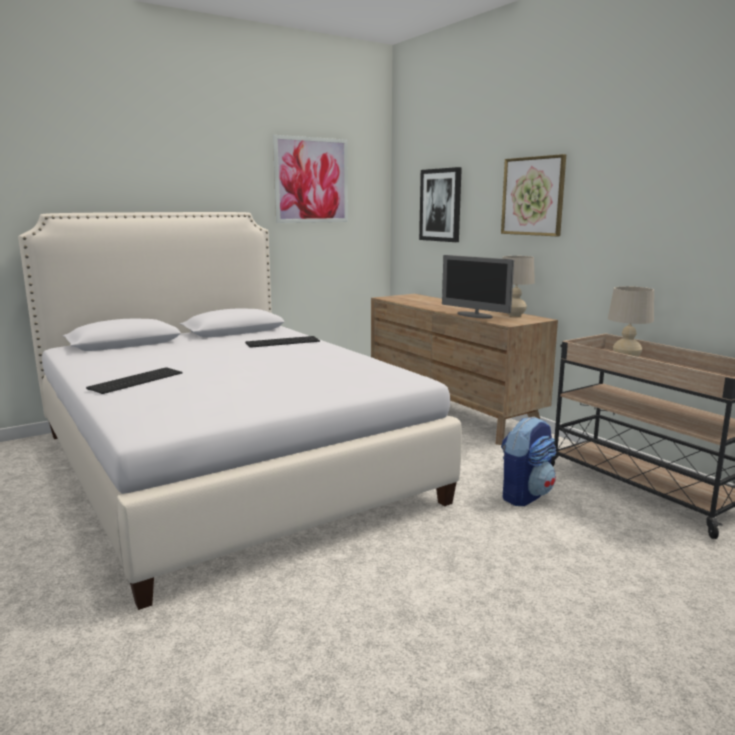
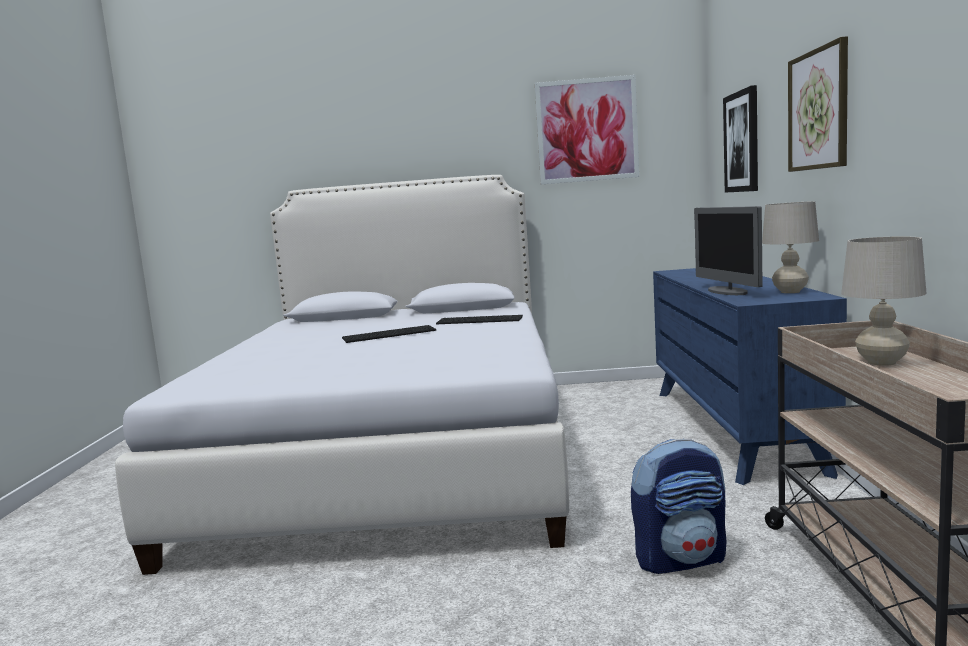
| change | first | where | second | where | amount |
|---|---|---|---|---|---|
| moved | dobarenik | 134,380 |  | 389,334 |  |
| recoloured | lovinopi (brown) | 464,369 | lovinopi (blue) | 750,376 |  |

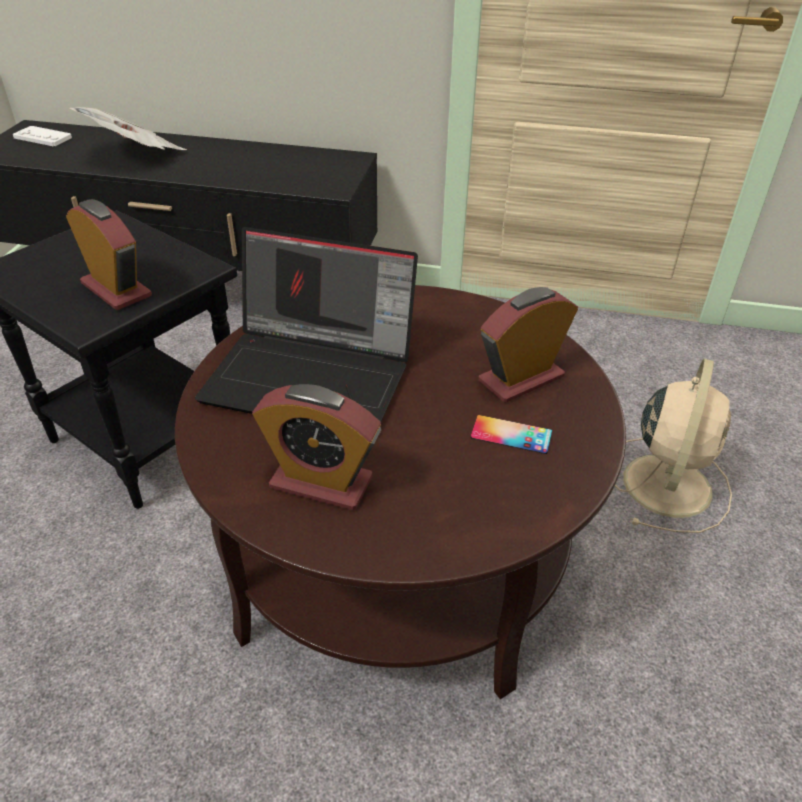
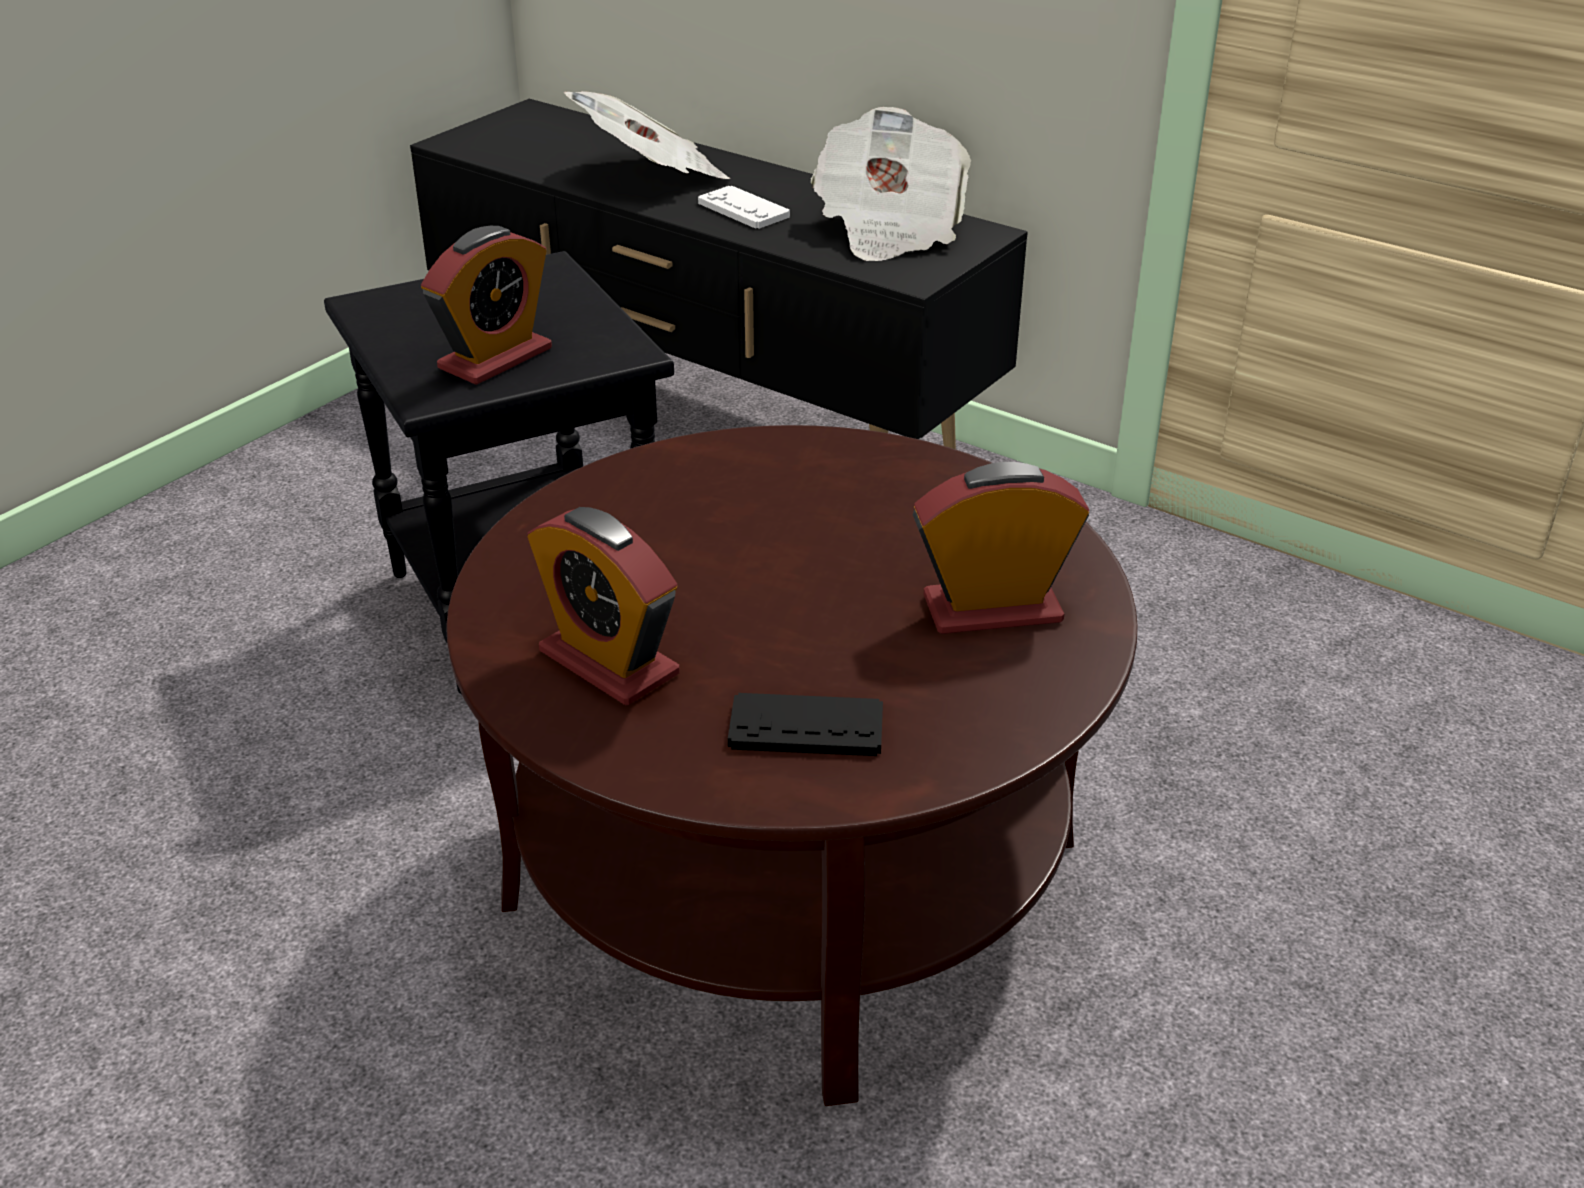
| change | first | where | second | where | amount |
|---|---|---|---|---|---|
| turned | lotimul | 109,254 |  | 486,305 | 60 degrees clockwise |
| moved | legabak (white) | 42,136 |  | 744,207 |  |
| added |  |  | legabak (black) | 805,724 |  |
| added |  |  | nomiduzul | 890,184 |  |
| removed | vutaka | 306,324 |  |  |  |
| removed | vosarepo | 511,434 |  |  |  |
| removed | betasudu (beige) | 673,445 |  |  |  |

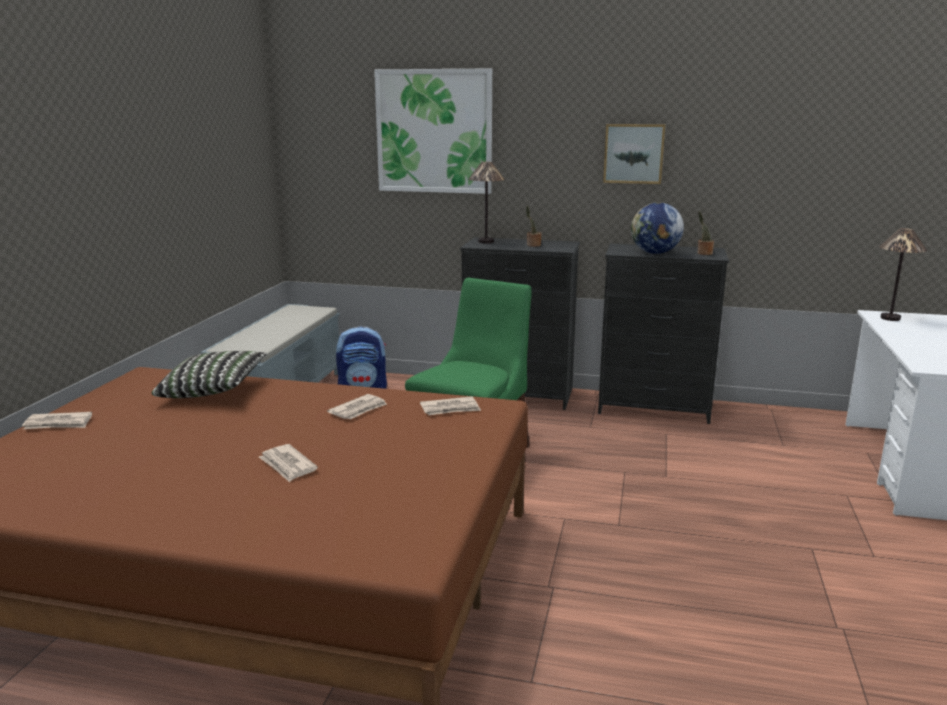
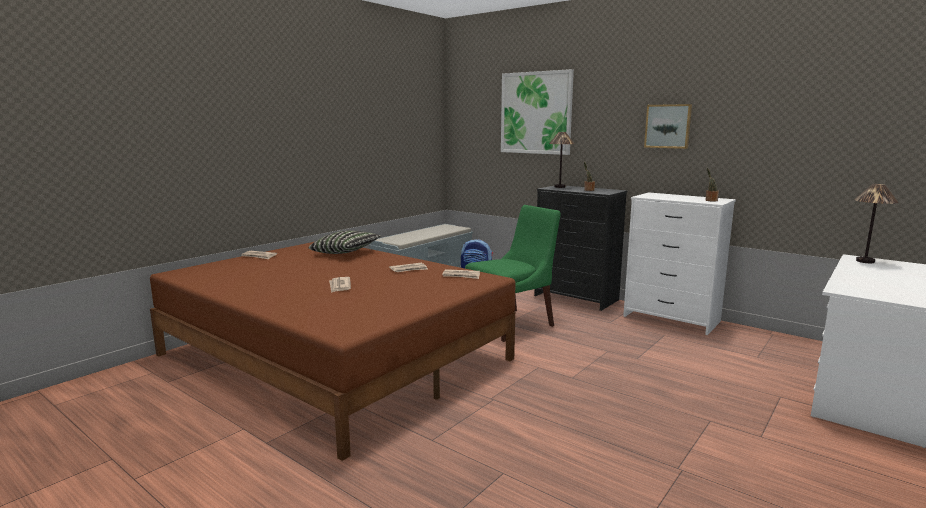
| change | first | where | second | where | amount |
|---|---|---|---|---|---|
| recoloured | lovinopi (black) | 663,333 | lovinopi (white) | 679,263 |  |
| removed | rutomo | 657,228 |  |  |  |

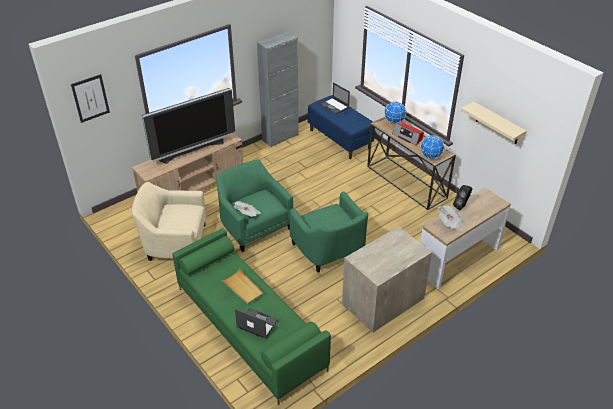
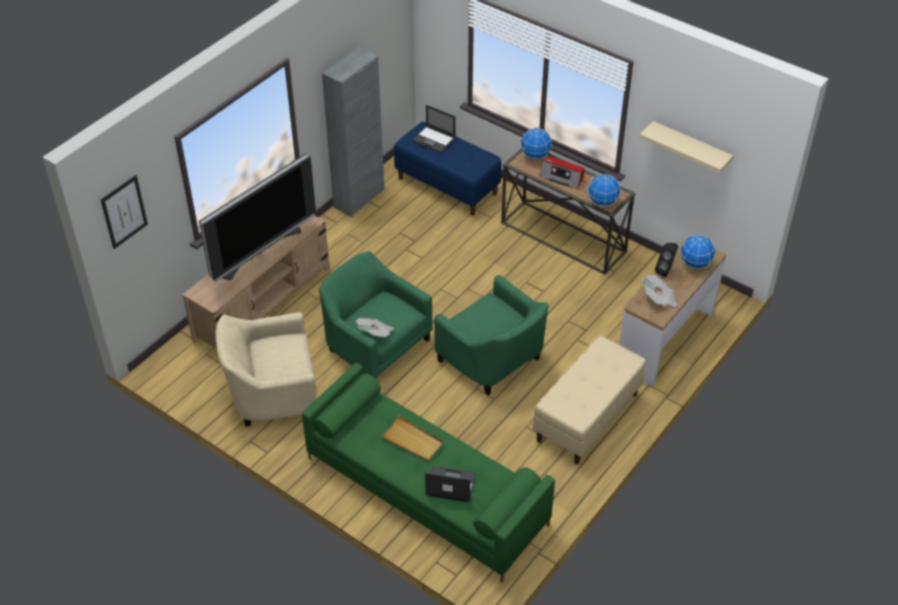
| change | first | where | second | where | amount |
|---|---|---|---|---|---|
| replaced | lovinopi | 387,279 | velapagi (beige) | 589,400 |  |
| added |  |  | rutomo | 698,252 |  |

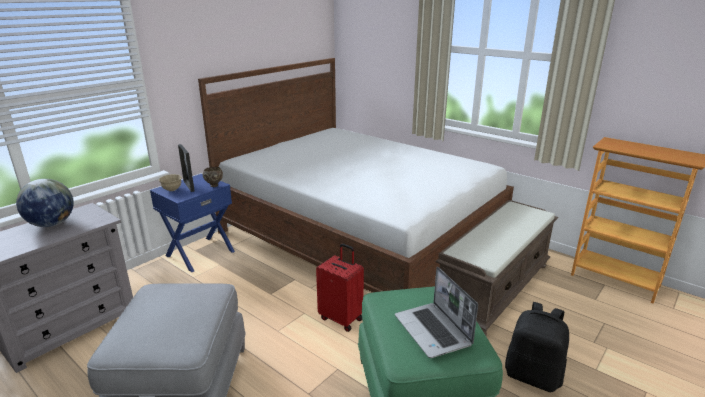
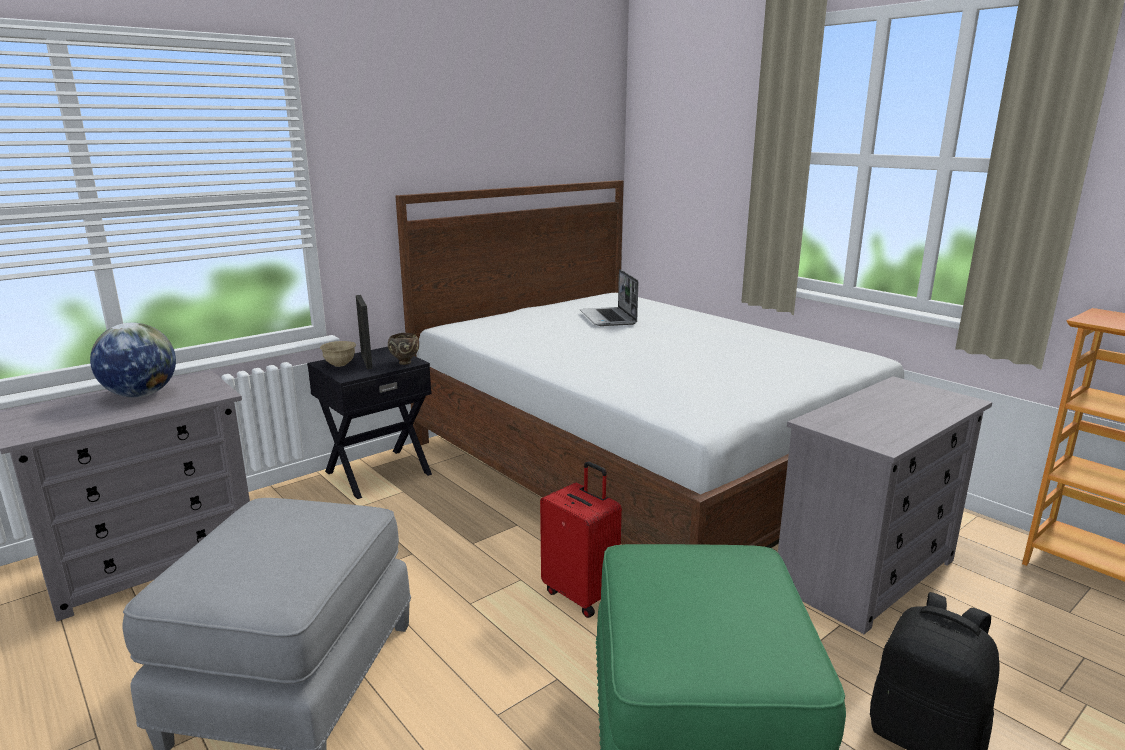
| change | first | where | second | where | amount |
|---|---|---|---|---|---|
| recoloured | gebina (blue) | 192,223 | gebina (black) | 369,423 |  |
| moved | vutaka | 436,312 |  | 609,297 |  |
| replaced | velapagi (brown) | 496,268 | lovinopi (grey) | 885,505 |  |

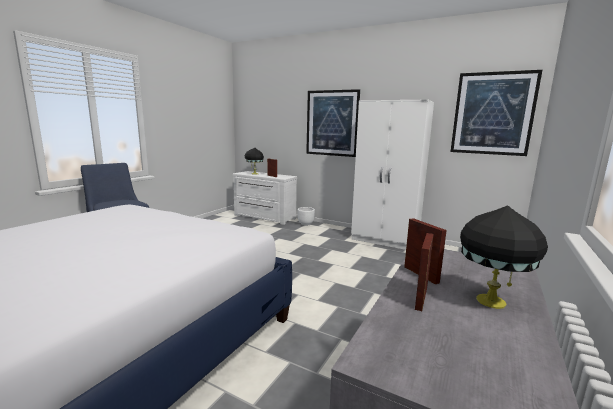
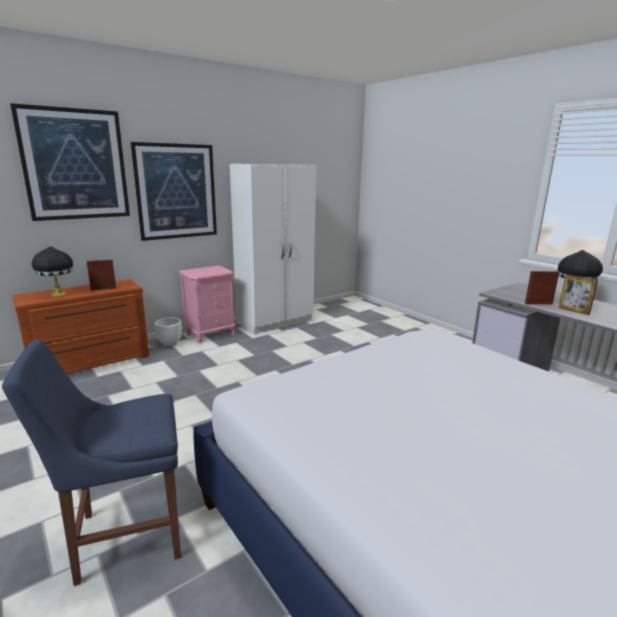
| change | first | where | second | where | amount |
|---|---|---|---|---|---|
| moved | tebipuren | 496,113 |  | 70,162 |  |
| recoloured | lovinopi (white) | 265,198 | lovinopi (brown) | 80,326 |  |
| added |  |  | gebina (pink) | 207,304 |  |

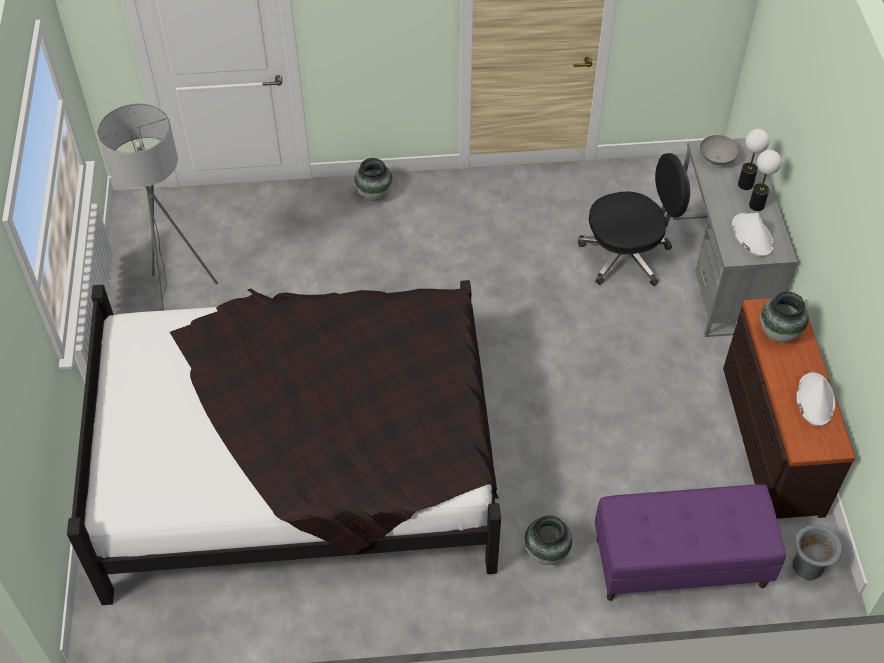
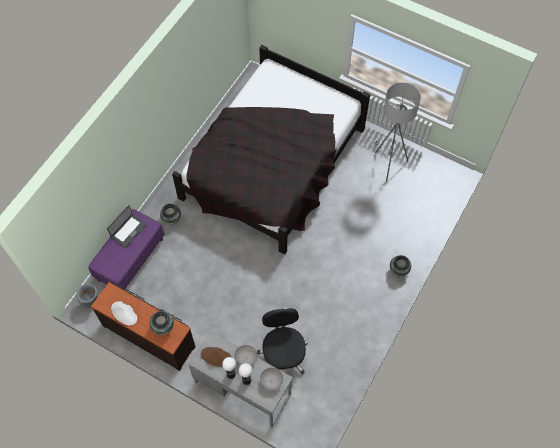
| change | first | where | second | where | amount |
|---|---|---|---|---|---|
| added |  |  | vutaka | 127,226 |  |
| recoloured | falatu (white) | 753,234 | falatu (brown) | 216,357 |  |
| added |  |  | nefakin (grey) | 246,355 |  |
| turned | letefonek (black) | 634,219 |  | 282,341 | 150 degrees clockwise |

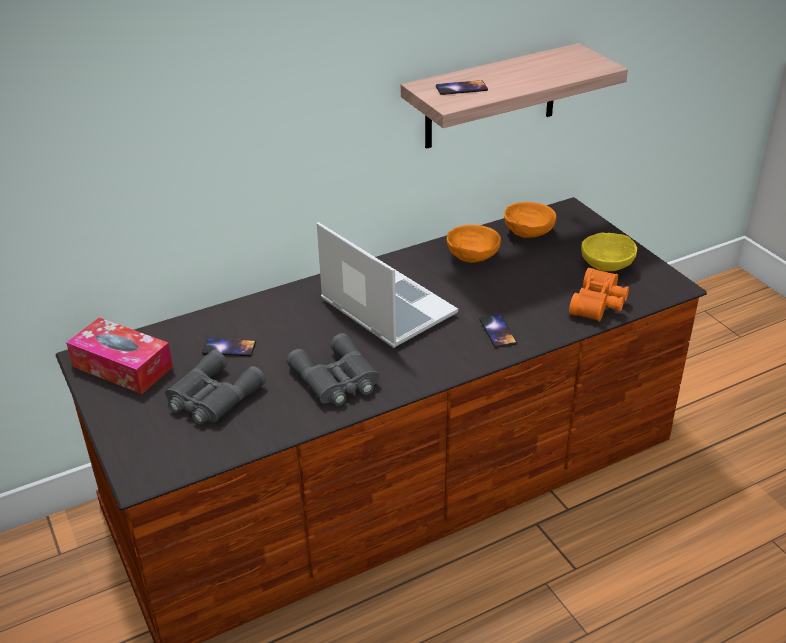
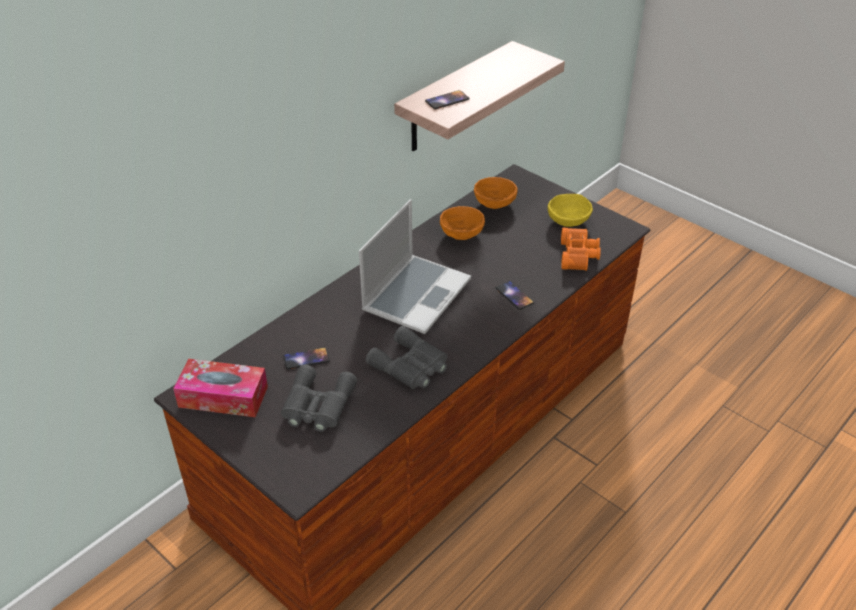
| change | first | where | second | where | amount |
|---|---|---|---|---|---|
| turned | vutaka | 387,285 |  | 415,266 | 90 degrees clockwise |

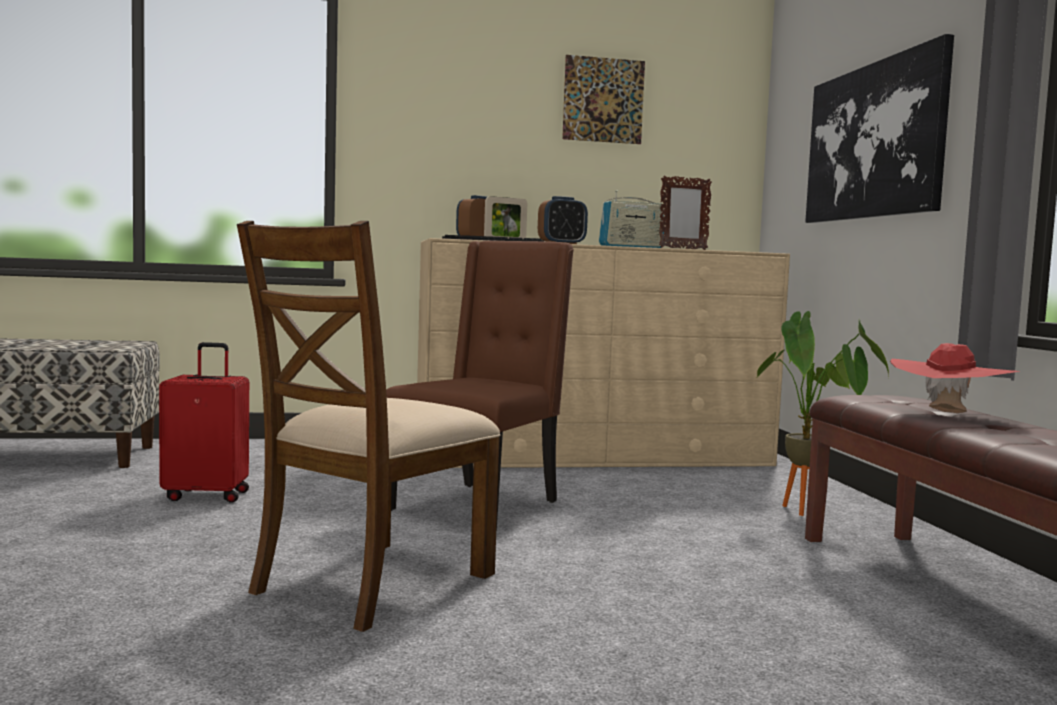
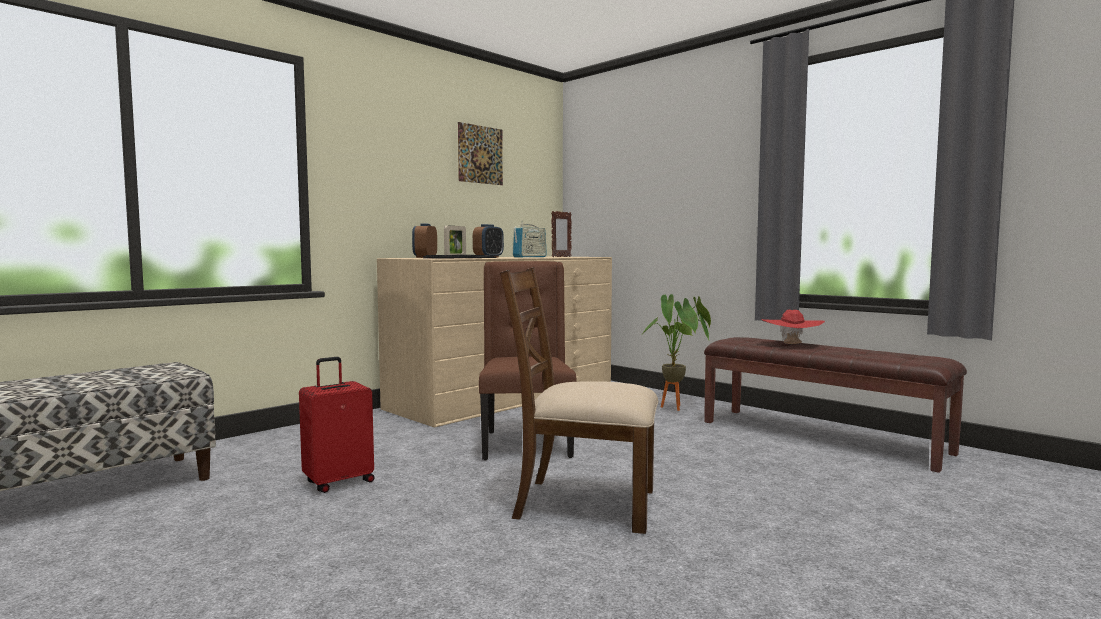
| change | first | where | second | where | amount |
|---|---|---|---|---|---|
| turned | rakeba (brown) | 368,426 |  | 579,400 | 105 degrees clockwise |
| removed | tebipuren | 879,128 |  |  |  |

